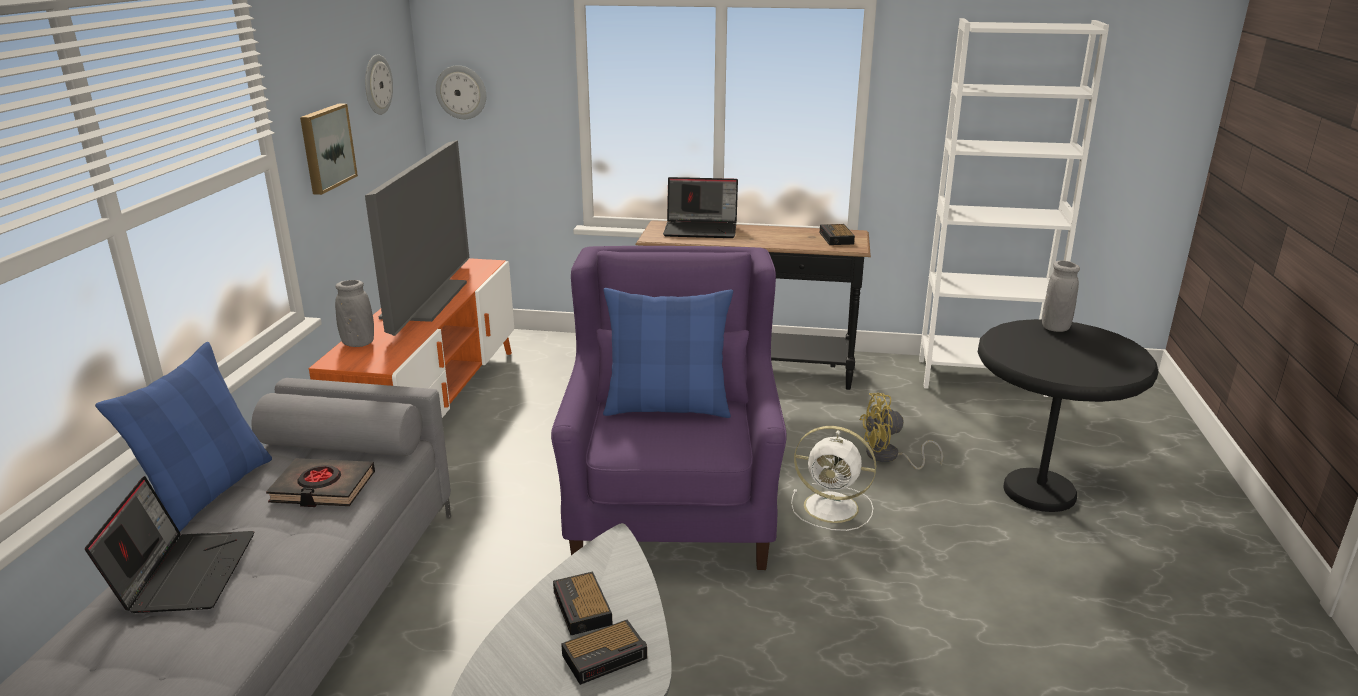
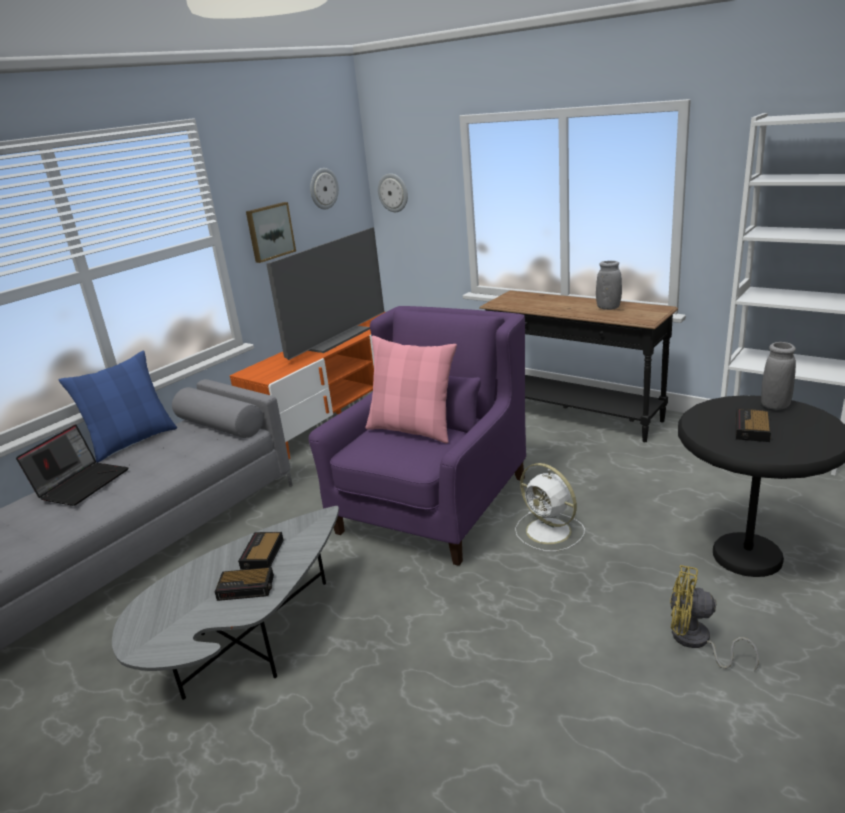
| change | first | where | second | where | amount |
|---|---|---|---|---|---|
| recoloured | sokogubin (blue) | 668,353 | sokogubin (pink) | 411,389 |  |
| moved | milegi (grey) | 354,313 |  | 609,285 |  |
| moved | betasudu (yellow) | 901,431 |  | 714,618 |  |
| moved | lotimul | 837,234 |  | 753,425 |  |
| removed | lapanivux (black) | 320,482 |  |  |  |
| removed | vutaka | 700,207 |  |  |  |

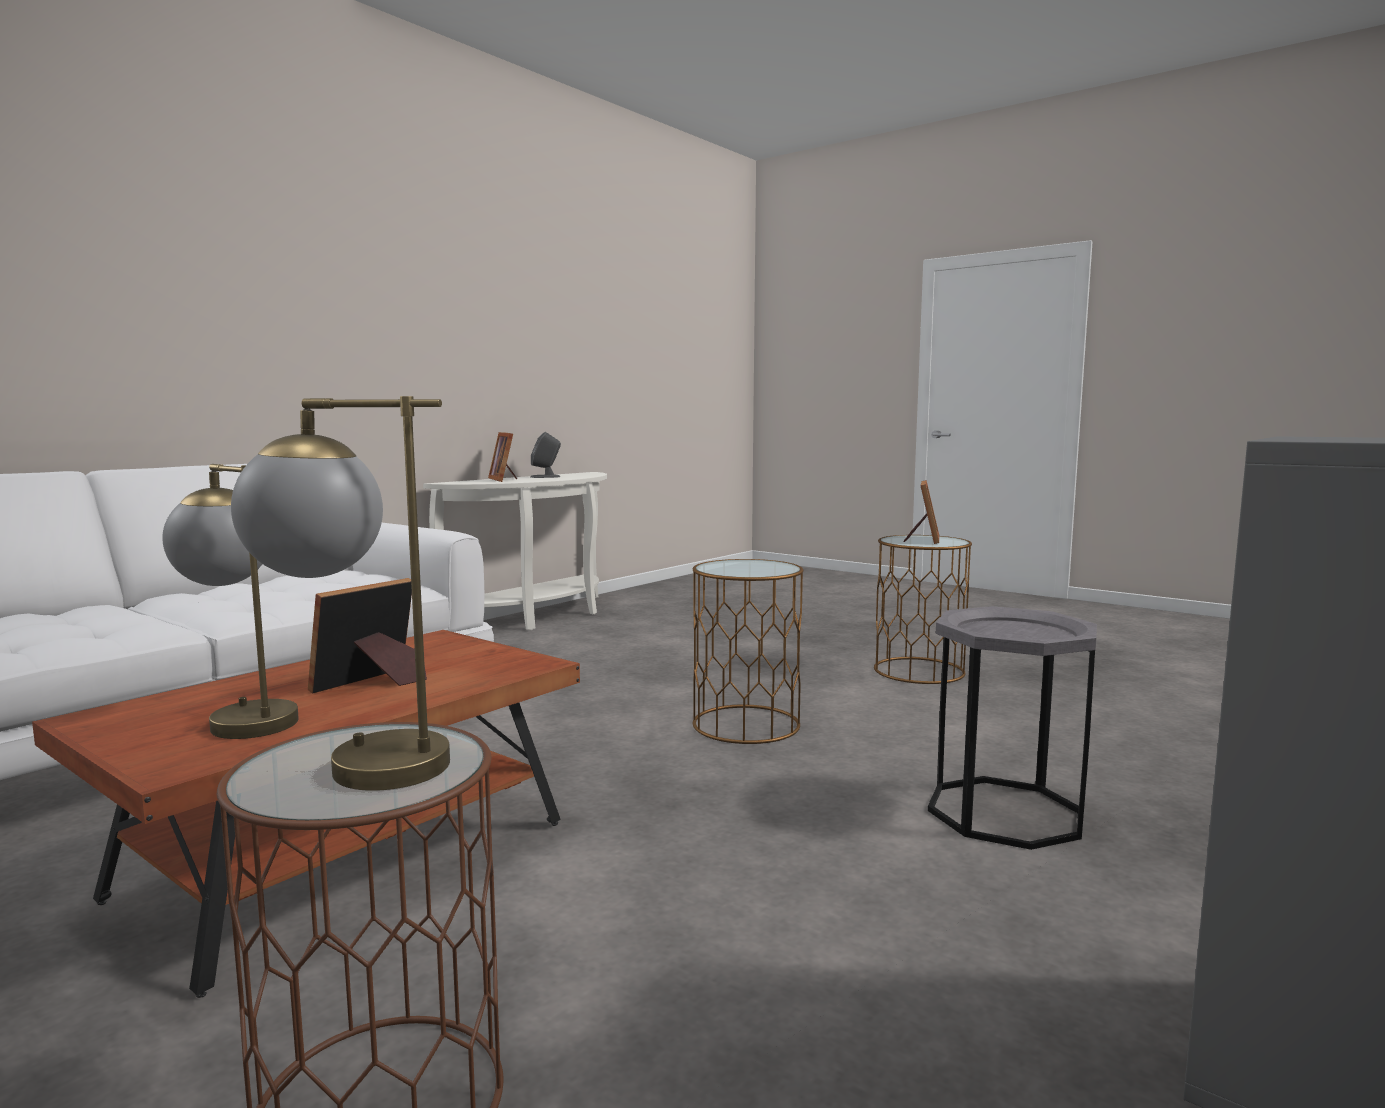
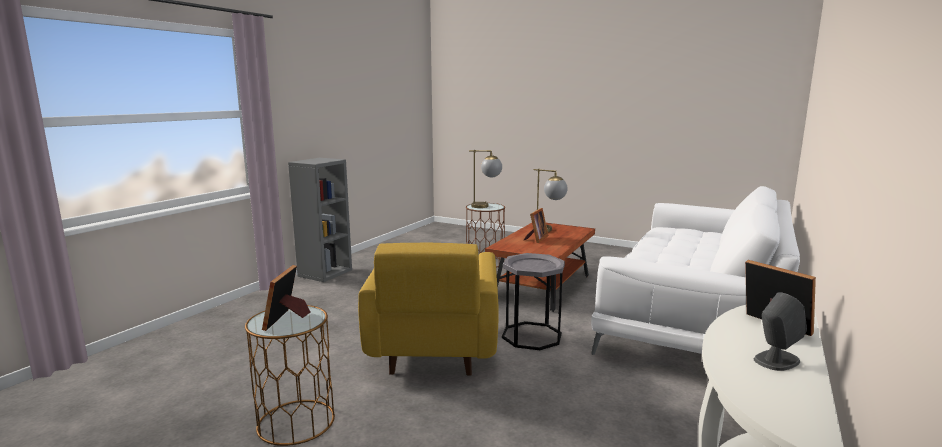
| change | first | where | second | where | amount |
|---|---|---|---|---|---|
| replaced | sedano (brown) | 748,651 | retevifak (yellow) | 428,309 |  |
| moved | sedano (grey) | 1012,728 |  | 533,301 |  |

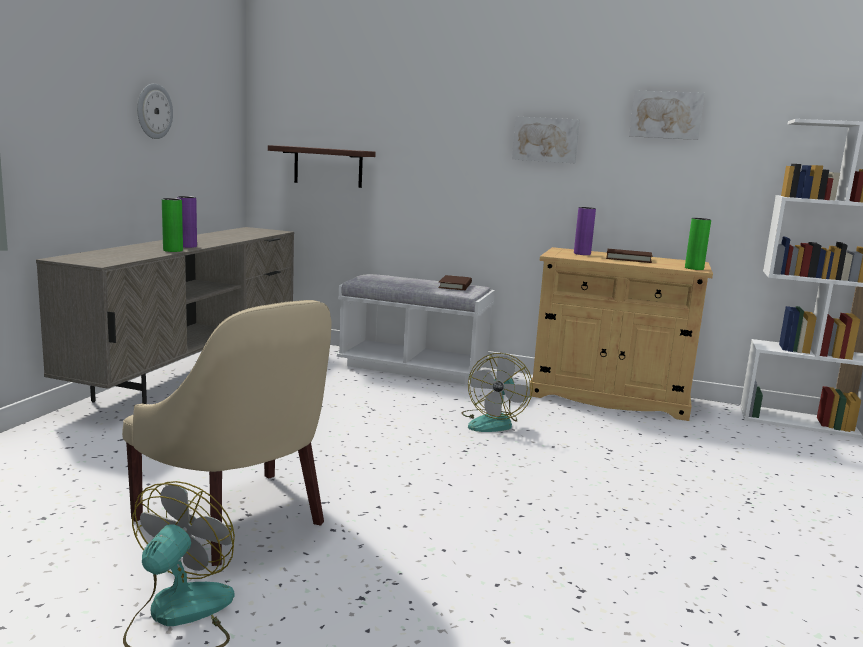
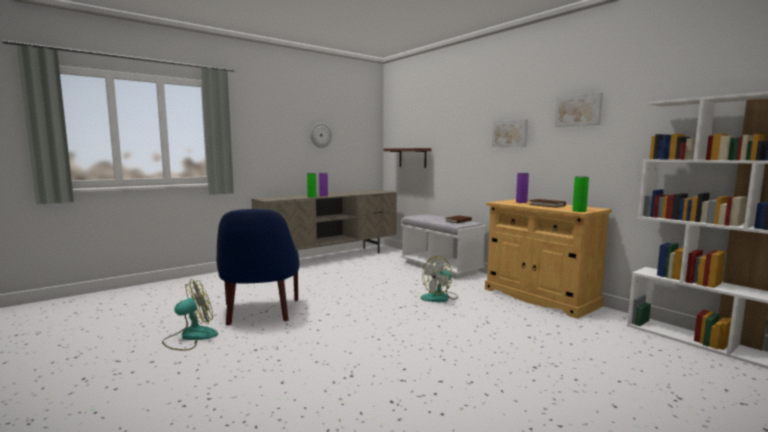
| change | first | where | second | where | amount |
|---|---|---|---|---|---|
| recoloured | retevifak (beige) | 227,433 | retevifak (blue) | 257,267 |  |

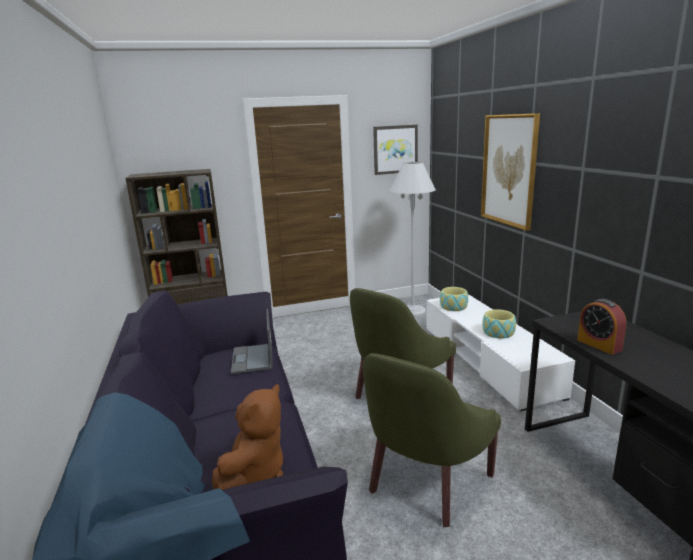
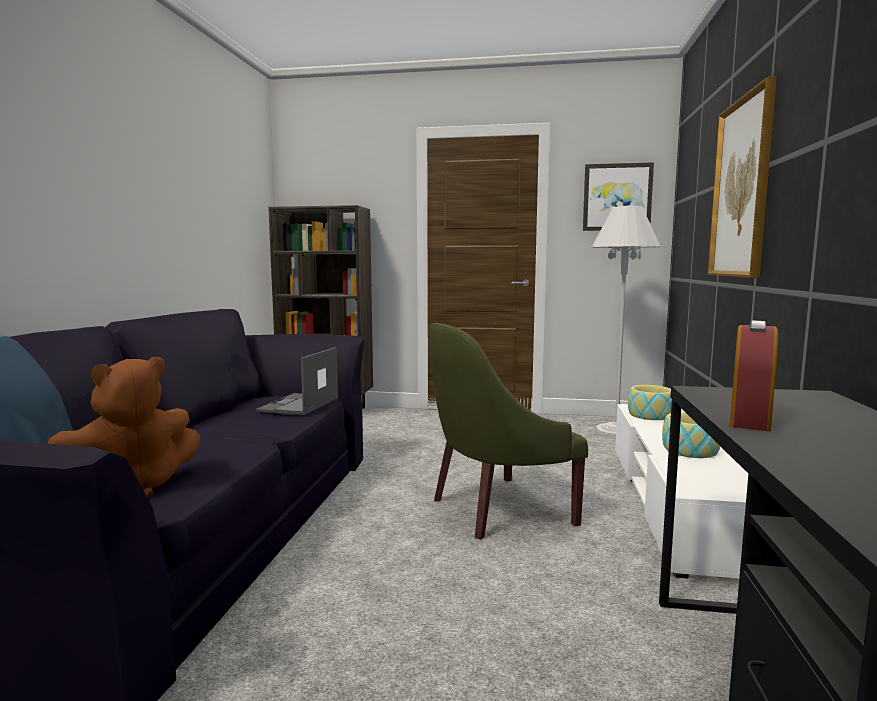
| change | first | where | second | where | amount |
|---|---|---|---|---|---|
| turned | lotimul | 601,327 |  | 754,376 | 150 degrees counterclockwise |
| removed | retevifak (green) | 432,440 |  |  |  |

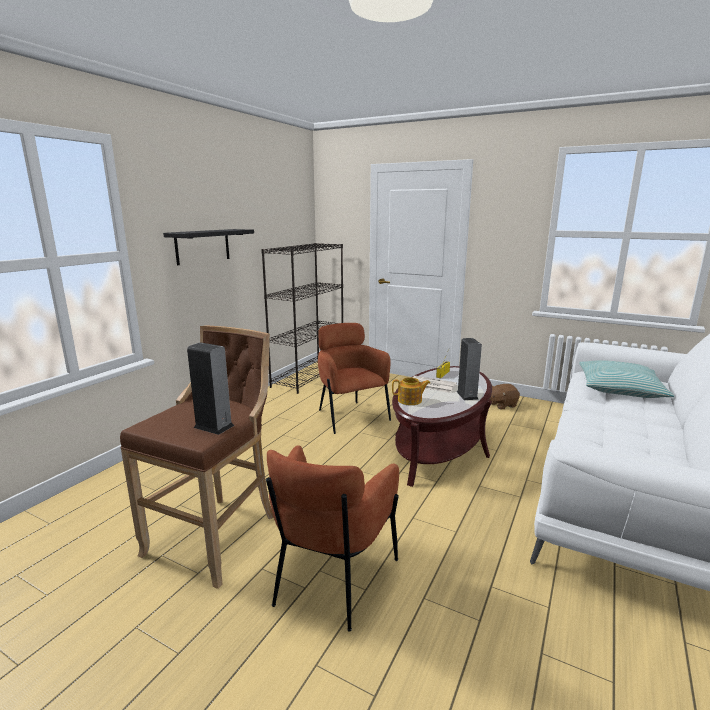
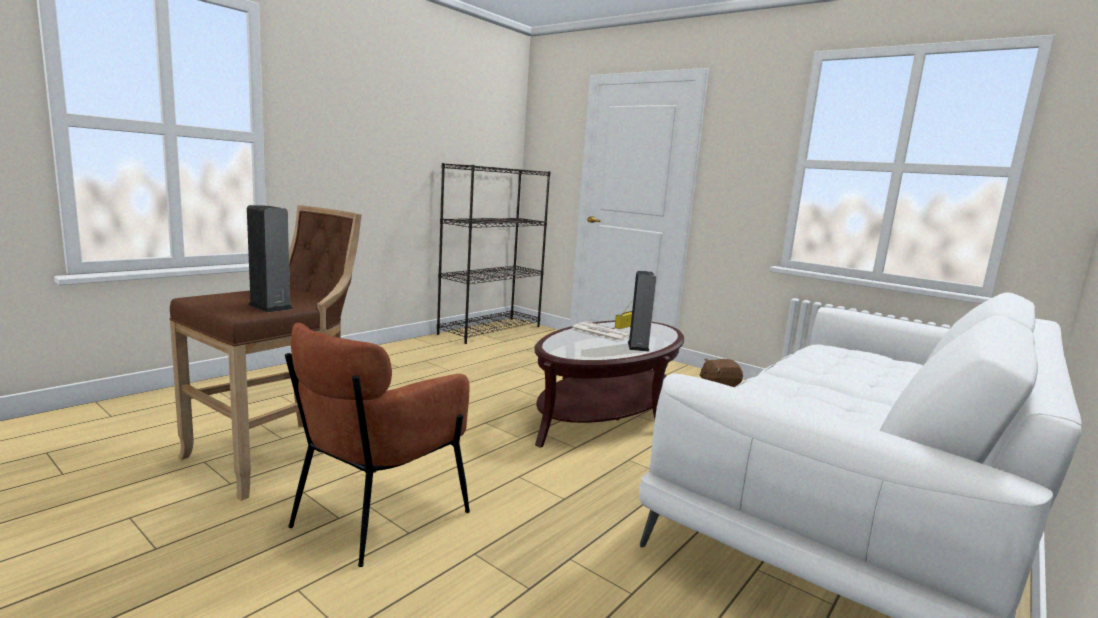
| change | first | where | second | where | amount |
|---|---|---|---|---|---|
| removed | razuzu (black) | 208,247 |  |  |  |
| removed | retevifak (brown) | 354,378 |  |  |  |
| removed | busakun | 411,391 |  |  |  |
| removed | sokogubin | 626,379 |  |  |  |

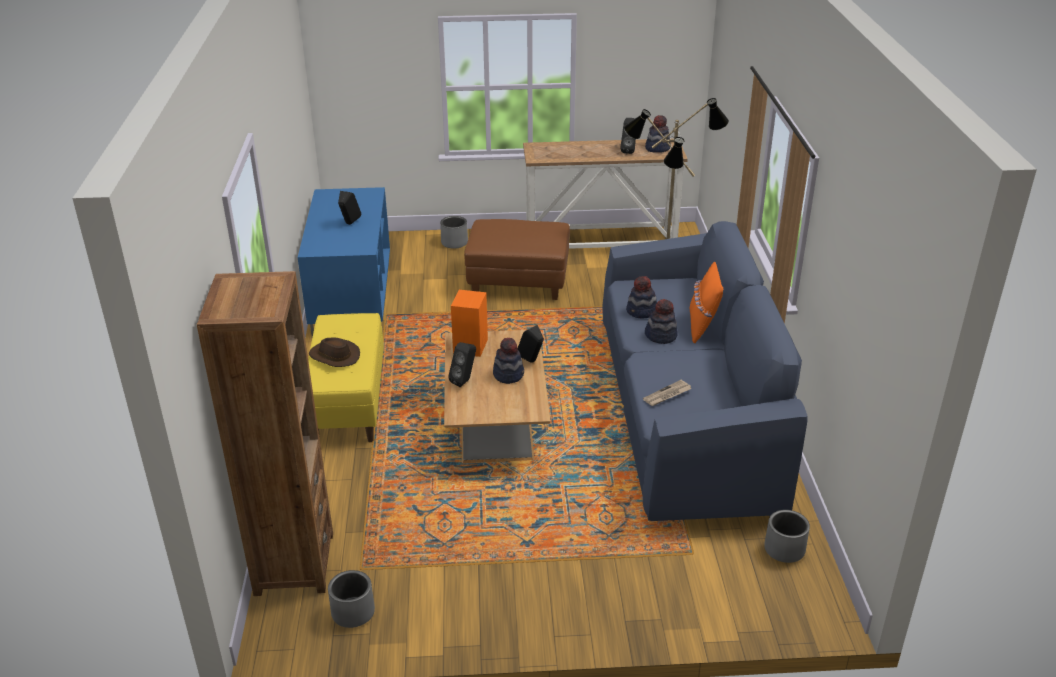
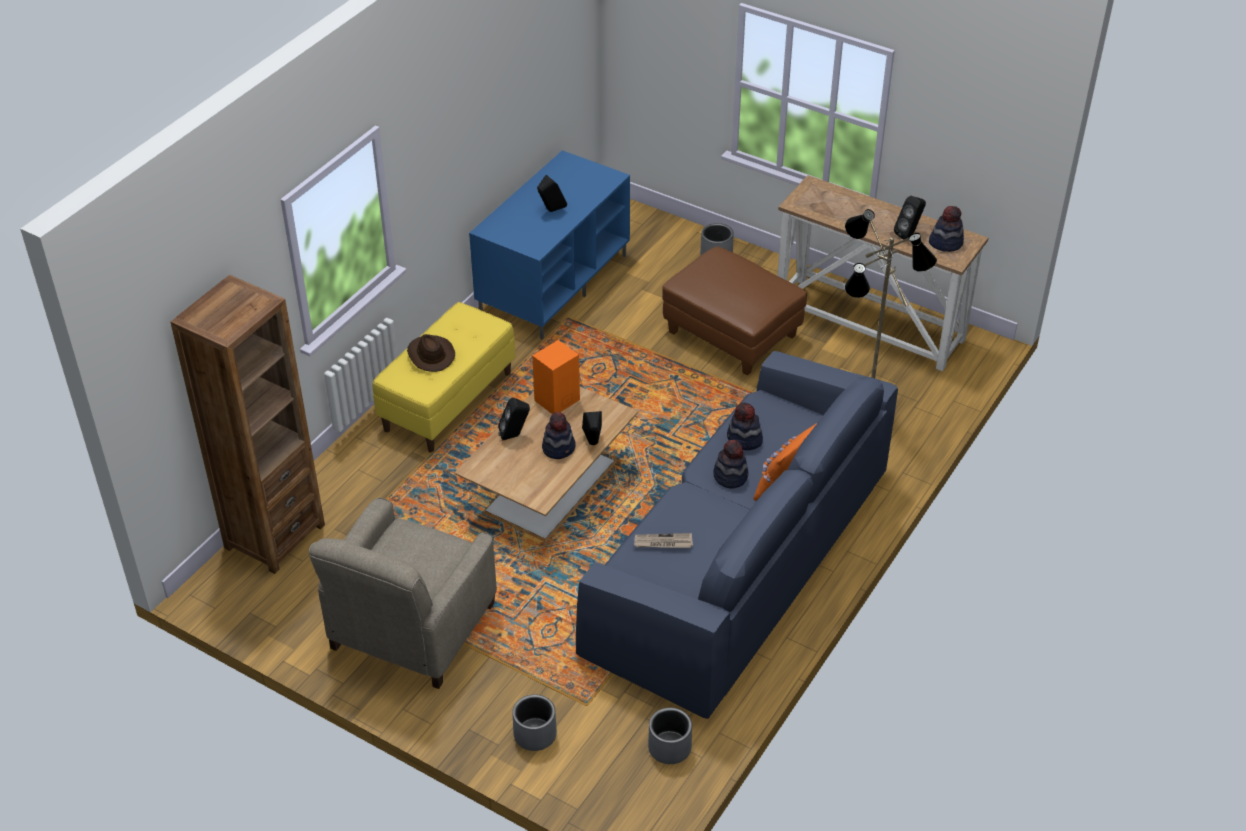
| change | first | where | second | where | amount |
|---|---|---|---|---|---|
| added |  |  | retevifak (beige) | 403,593 |  |
| moved | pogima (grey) | 351,599 |  | 534,722 |  |

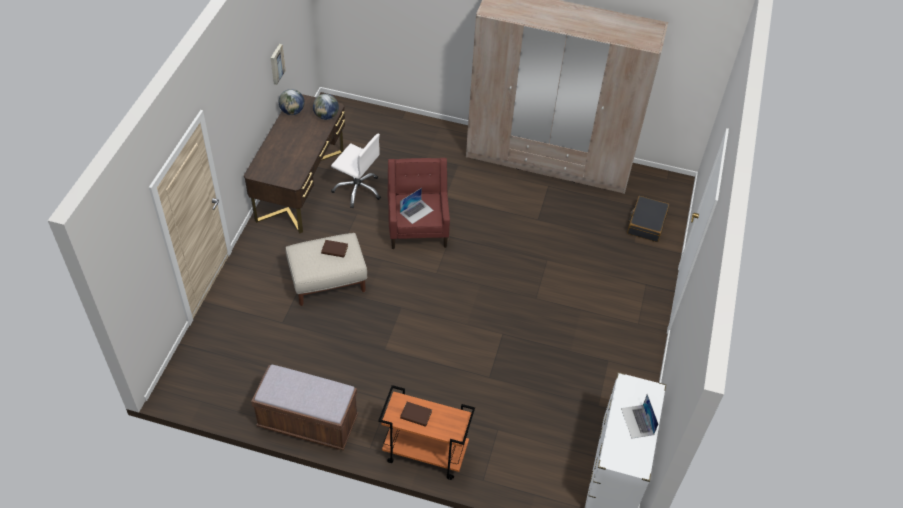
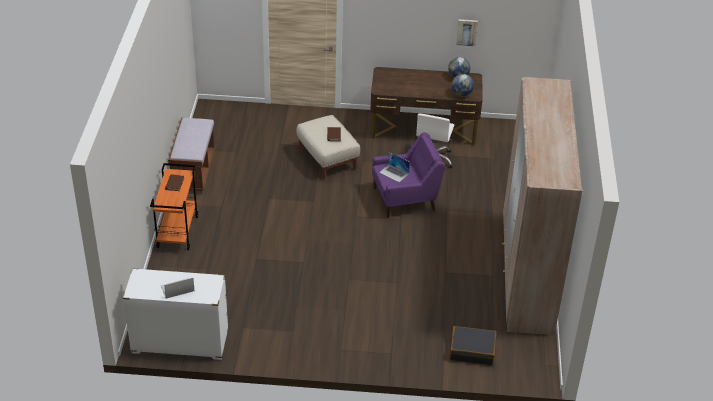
| change | first | where | second | where | amount |
|---|---|---|---|---|---|
| recoloured | retevifak (red) | 418,203 | retevifak (purple) | 408,175 |  |

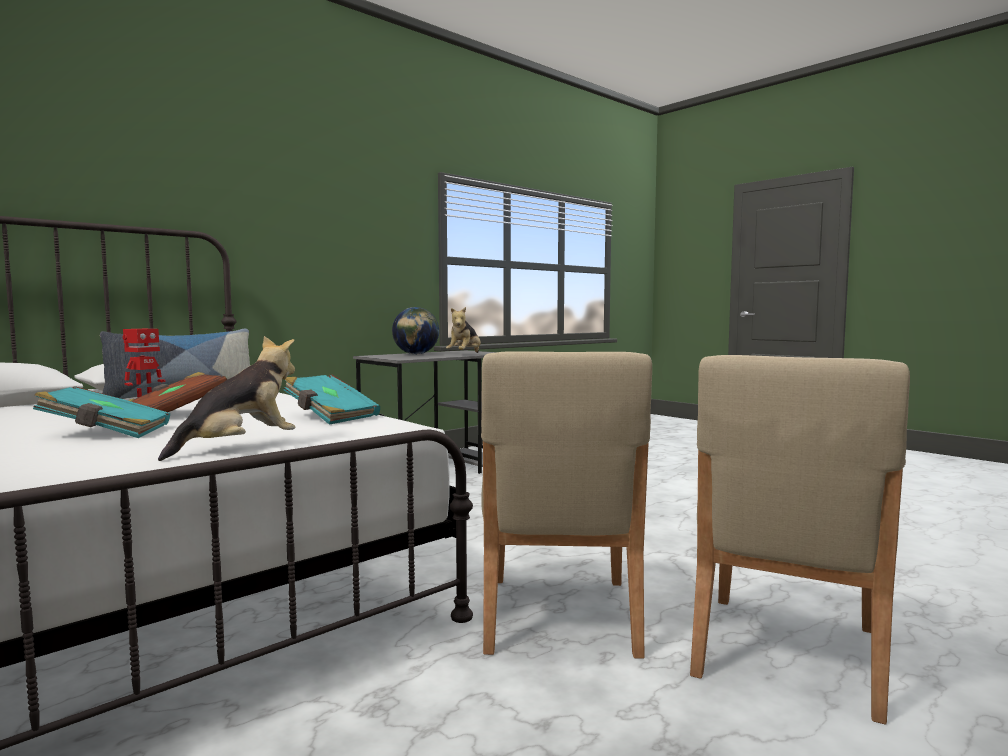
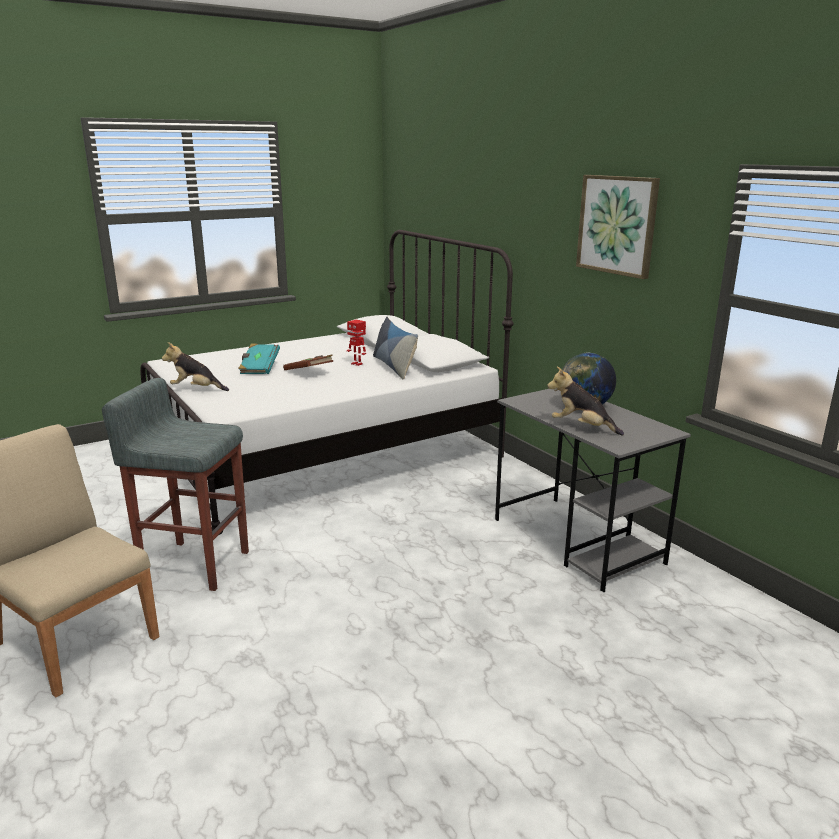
| change | first | where | second | where | amount |
|---|---|---|---|---|---|
| replaced | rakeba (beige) | 566,505 | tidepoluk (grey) | 175,484 |  |
| turned | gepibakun | 226,398 |  | 195,366 | 135 degrees clockwise |
| added |  |  | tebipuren | 618,227 |  |
| removed | lapanivux (turquoise) | 332,400 |  |  |  |

